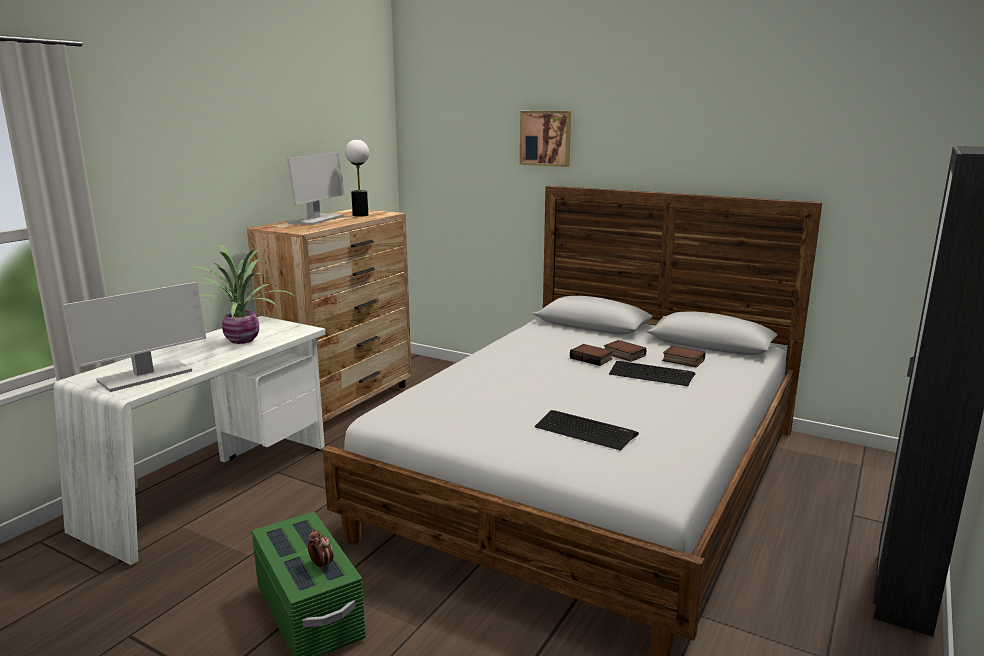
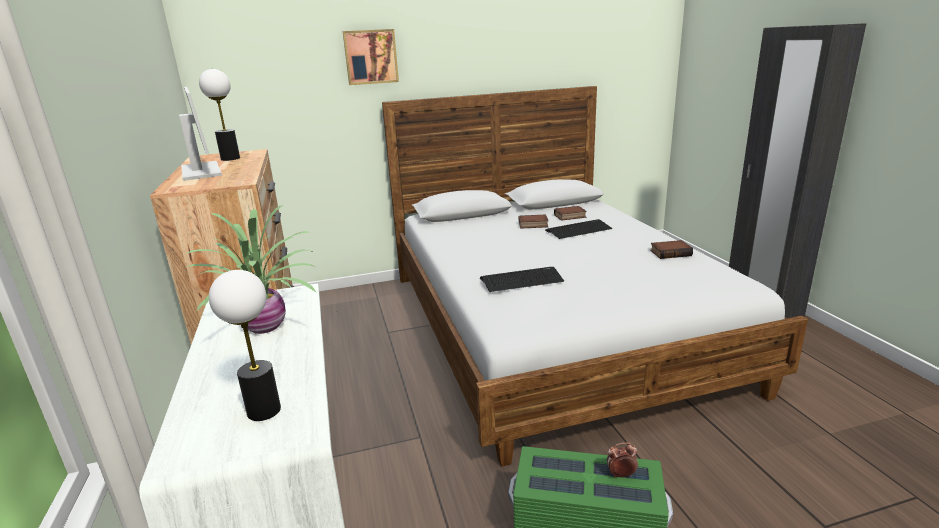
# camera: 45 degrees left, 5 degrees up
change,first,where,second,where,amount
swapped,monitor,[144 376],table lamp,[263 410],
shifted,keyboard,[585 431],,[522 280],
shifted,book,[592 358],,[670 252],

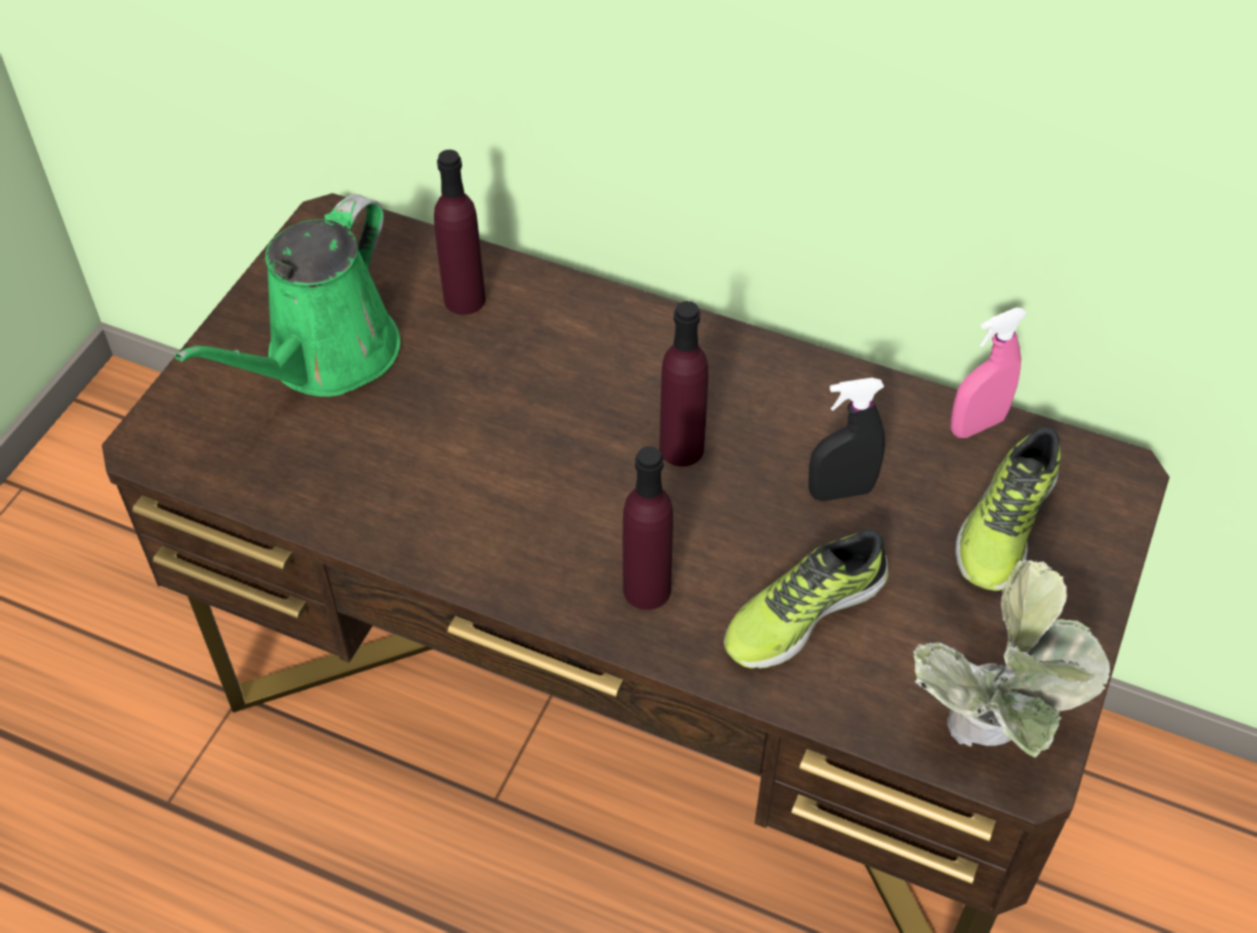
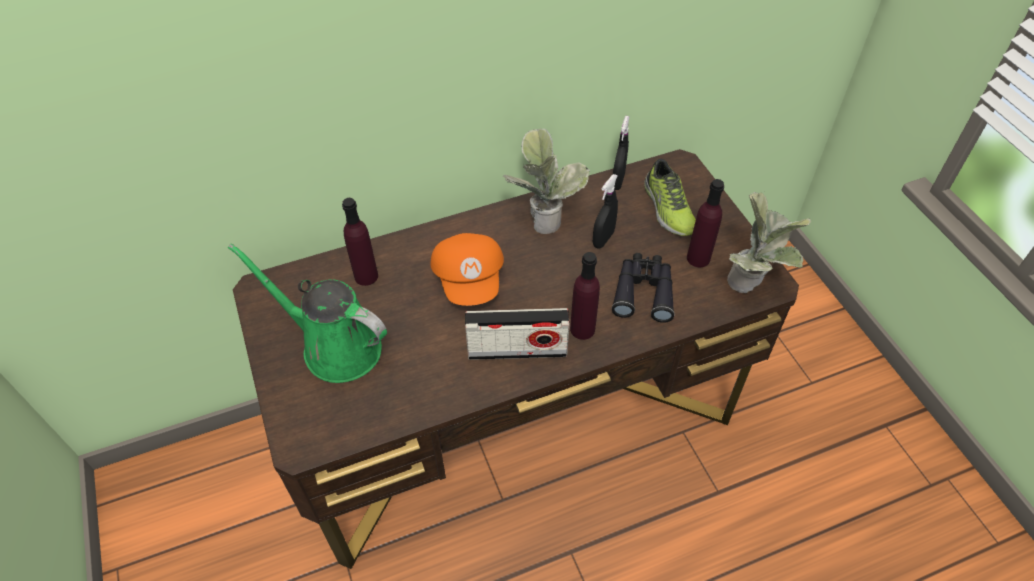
# camera: 45 degrees left, 0 degrees up
change,first,where,second,where,amount
rotated,watering can in green,[325 359],,[334 346],135 degrees clockwise
new,,,cap in orange,[470 280],
new,,,radio,[517 350],
new,,,potted plant,[543 217],
swapped,shoe,[802 611],binoculars in black,[643 291],
repainted,spray bottle in pink,[977 425],spray bottle in black,[618 181],
shifted,bottle in purple,[681 449],,[698 258],

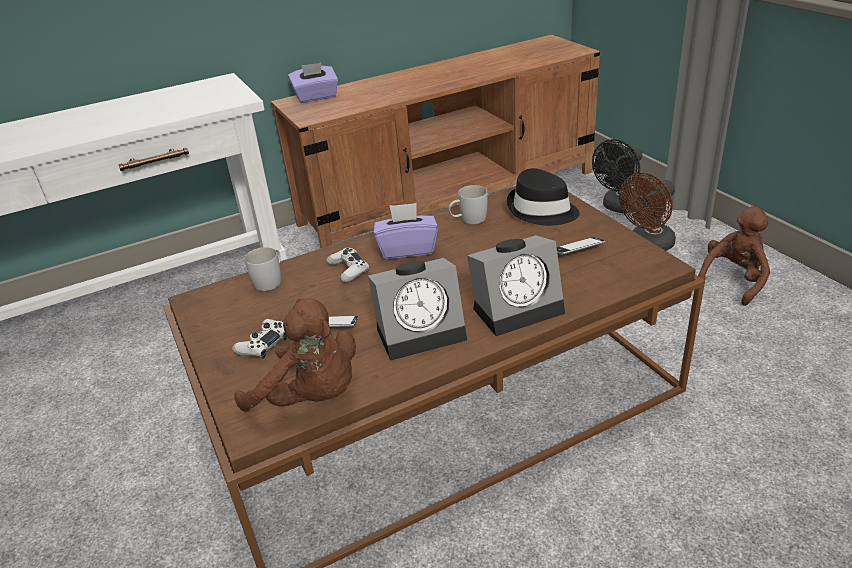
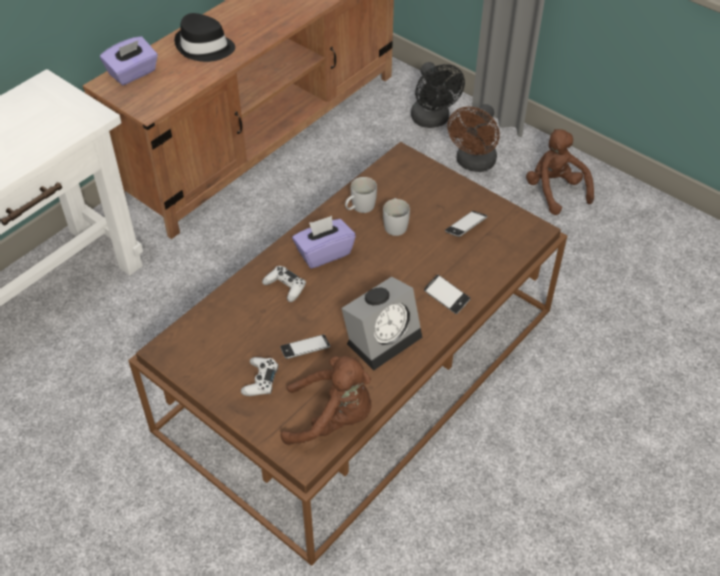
# camera: 25 degrees left, 15 degrees up
change,first,where,second,where,amount
shifted,hat in black,[541 211],,[204 47],
shifted,mug in white,[271 280],,[395 224],
rotated,fan in black,[619 207],,[432 121],45 degrees counterclockwise
swapped,alarm clock,[518 307],phone,[446 297],
rotated,plush toy in brown,[733 281],,[555 191],45 degrees counterclockwise

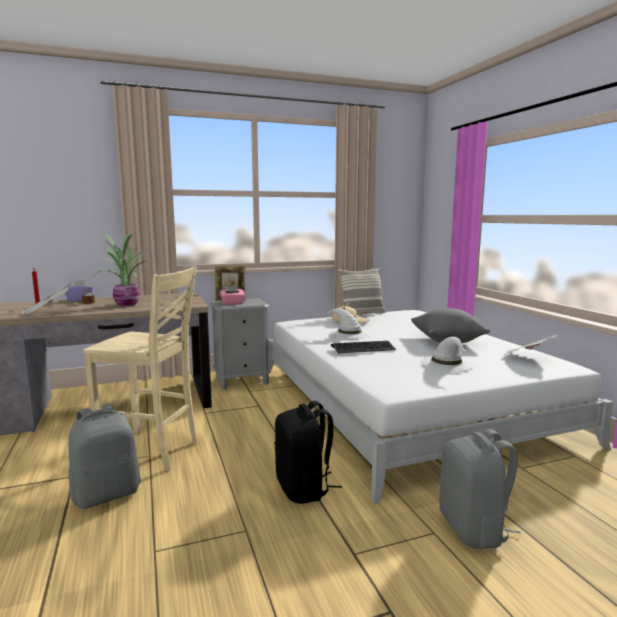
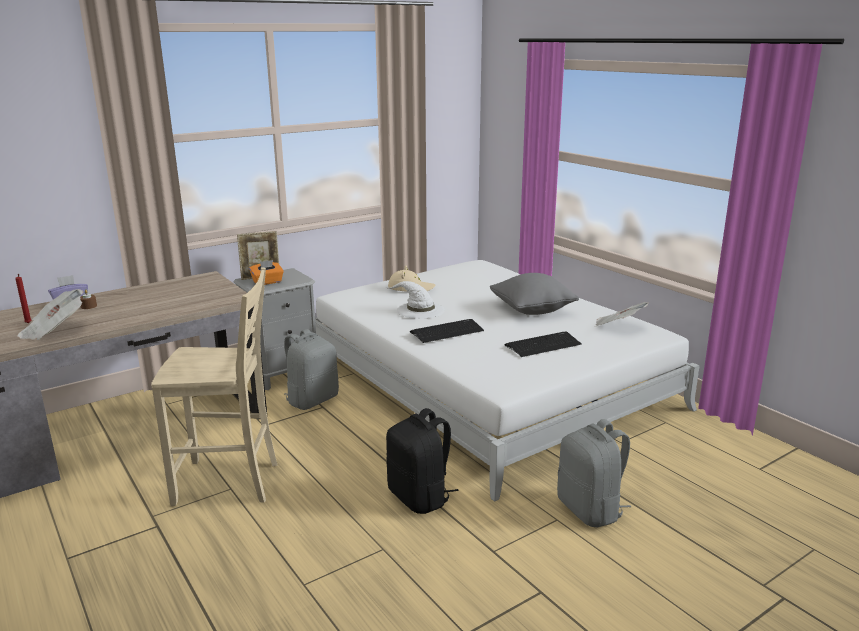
# camera: 15 degrees left, 10 degrees up
change,first,where,second,where,amount
repainted,tissue box in pink,[232 303],tissue box in orange,[267 282],
shifted,backpack in grey,[107 494],,[312 400],
swapped,hat in white,[447 364],keyboard,[543 345],
gone,potted plant,[128 304],,,
gone,pillow,[362 314],,,

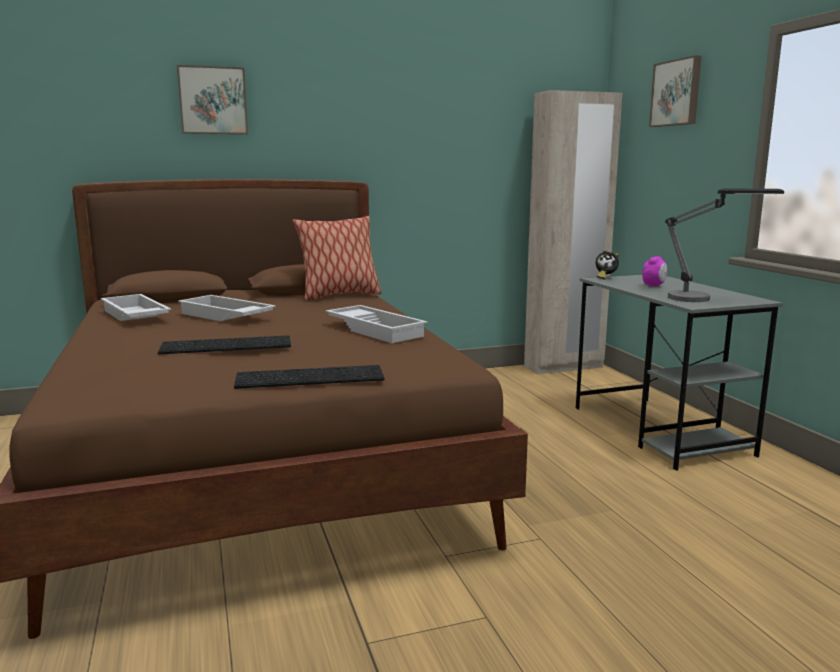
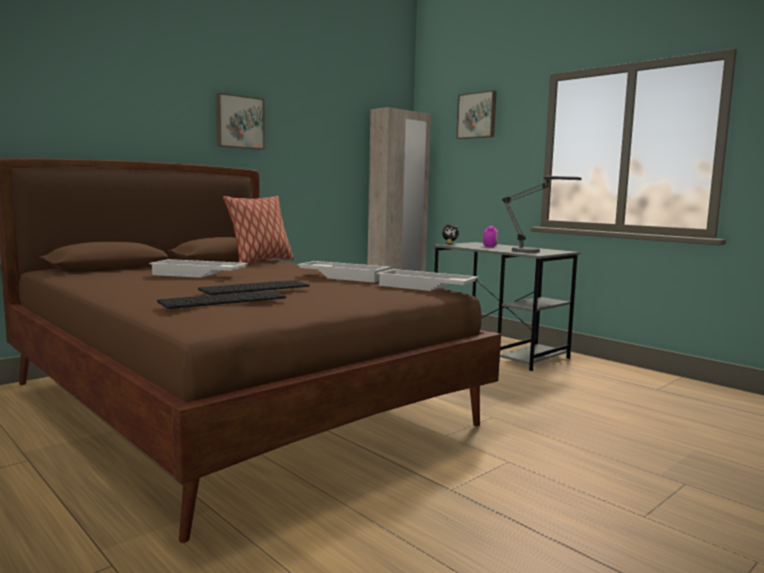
# camera: 25 degrees left, 5 degrees down
change,first,where,second,where,amount
shifted,keyboard,[311 377],,[224 299],
shifted,picture,[212 101],,[239 122],
shifted,tray in white,[134 316],,[425 287],

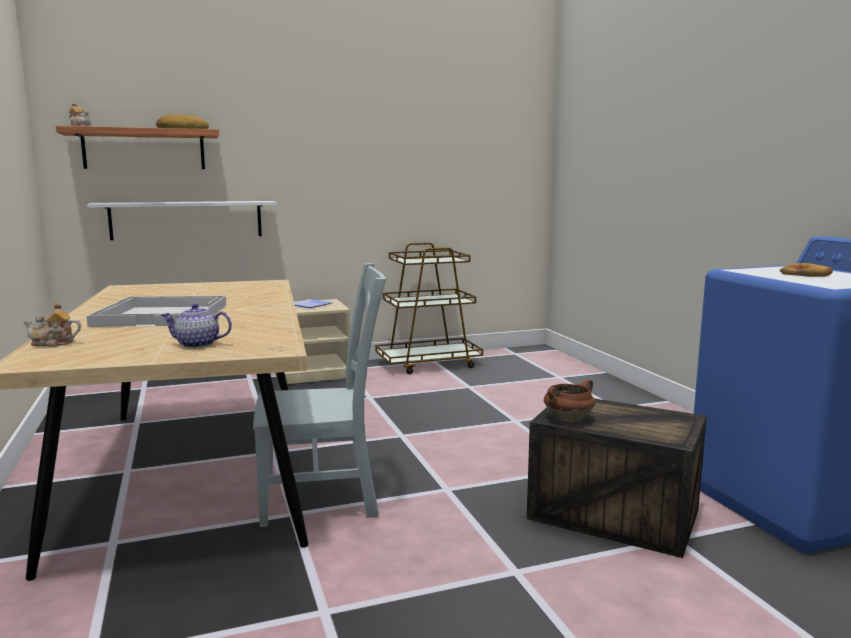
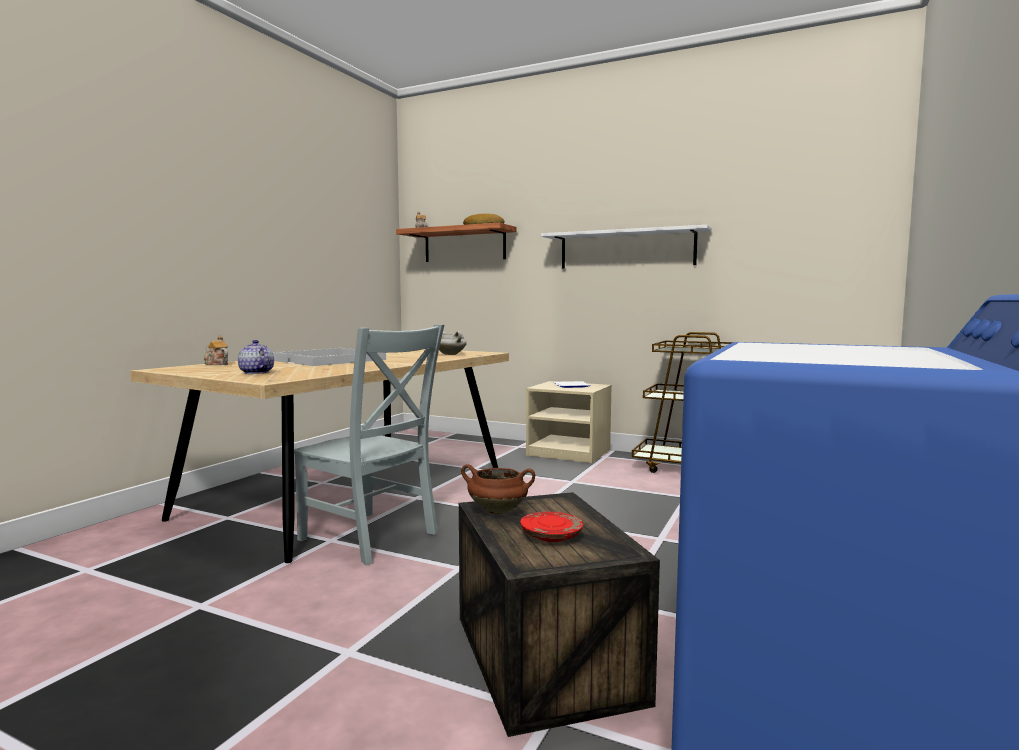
# camera: 45 degrees right, 5 degrees down
change,first,where,second,where,amount
new,,,cooking pot in white,[451 354],
new,,,plate in red,[551 536],
shifted,shelf in white,[187 220],,[626 249],
gone,bread,[806 275],,,

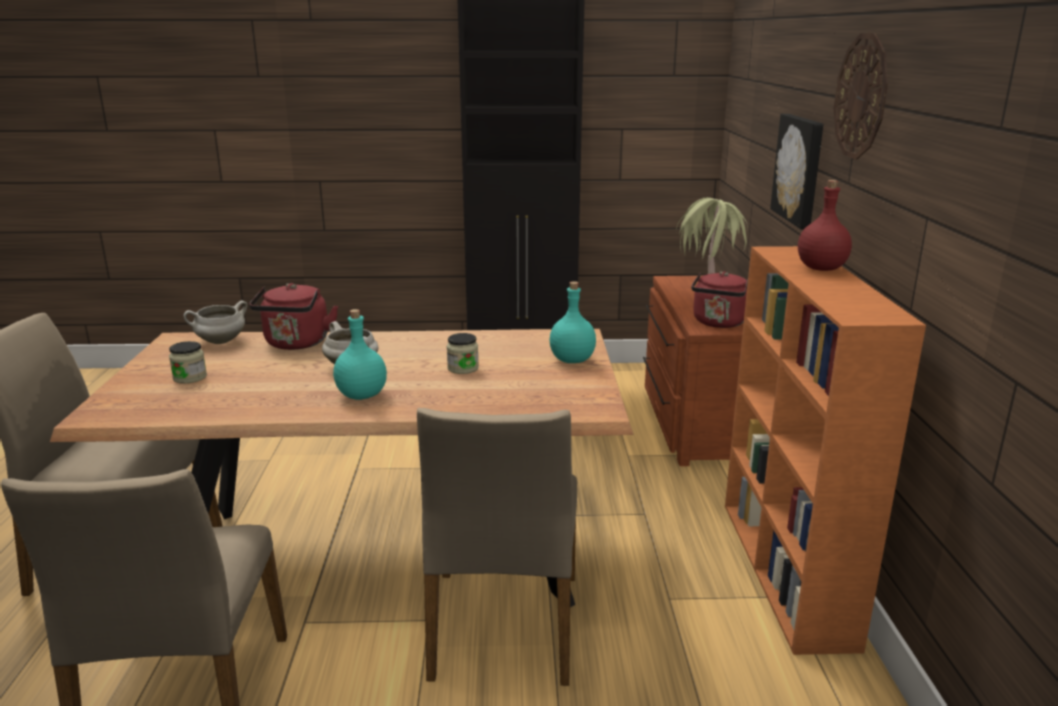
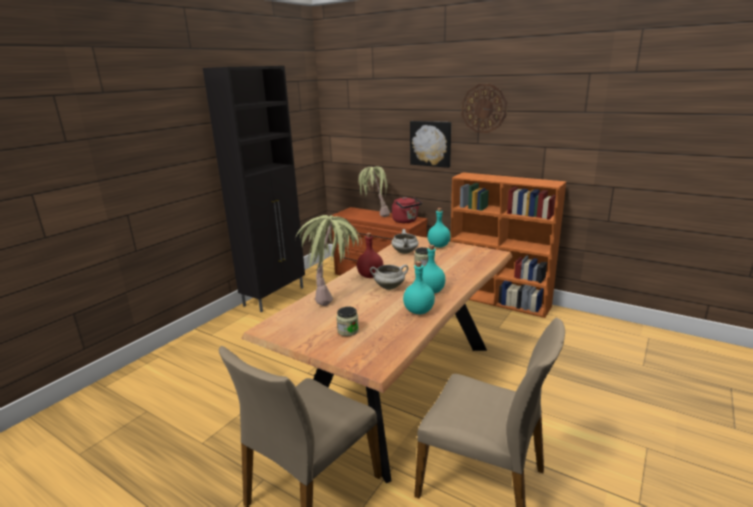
# camera: 55 degrees left, 0 degrees up
change,first,where,second,where,amount
swapped,kettle in red,[296 344],potted plant,[333 295],
shifted,bottle in red,[820 268],,[370 276],
shifted,cooking pot in white,[220 342],,[405 252],
new,,,bottle in turquoise,[418 311],
gone,chair in beige,[503 626],,,

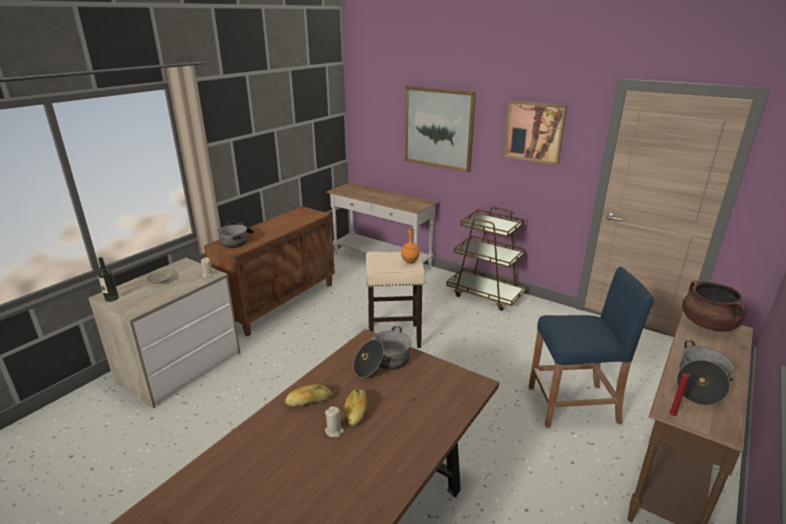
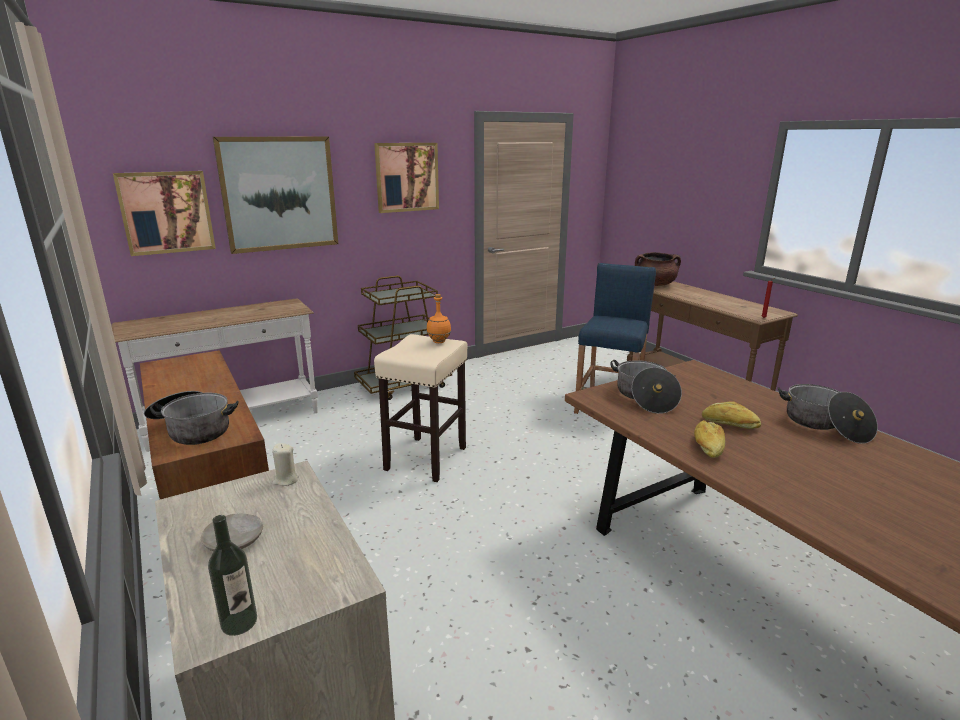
# camera: 65 degrees left, 5 degrees down
change,first,where,second,where,amount
new,,,picture,[166 212],
shifted,cooking pot,[699 384],,[824 425],
gone,candle in beige,[334 431],,,

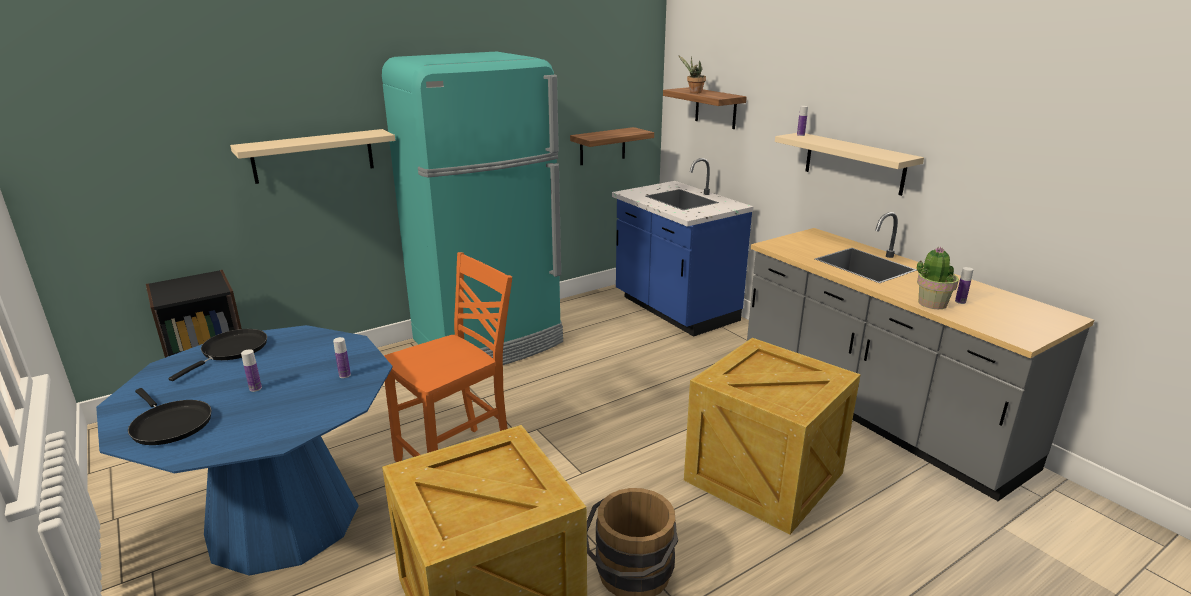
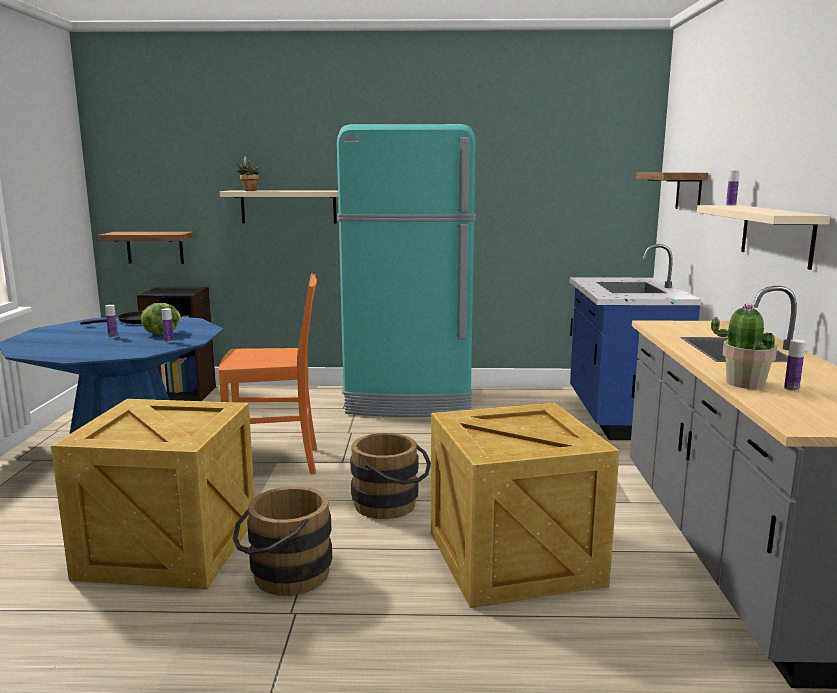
# camera: 35 degrees right, 10 degrees down
change,first,where,second,where,amount
shifted,shelf,[602 146],,[155 247],
new,,,lettuce,[161 333],
shifted,potted plant,[693 92],,[249 190],
new,,,bucket in brown,[391 506],
gone,frying pan in black,[169 424],,,

